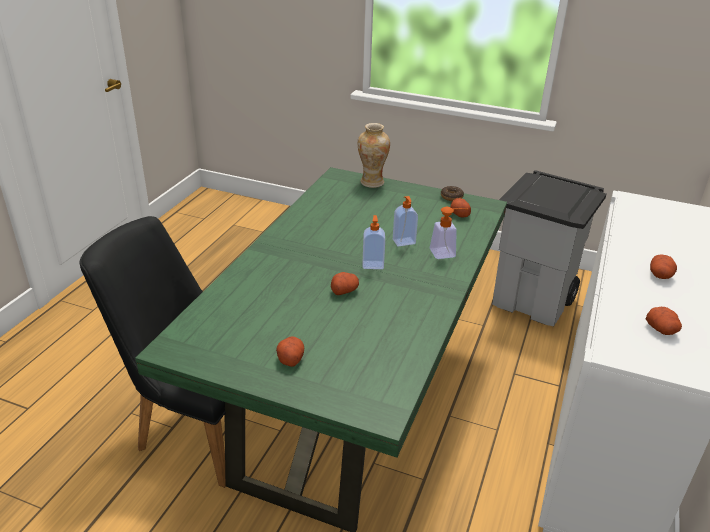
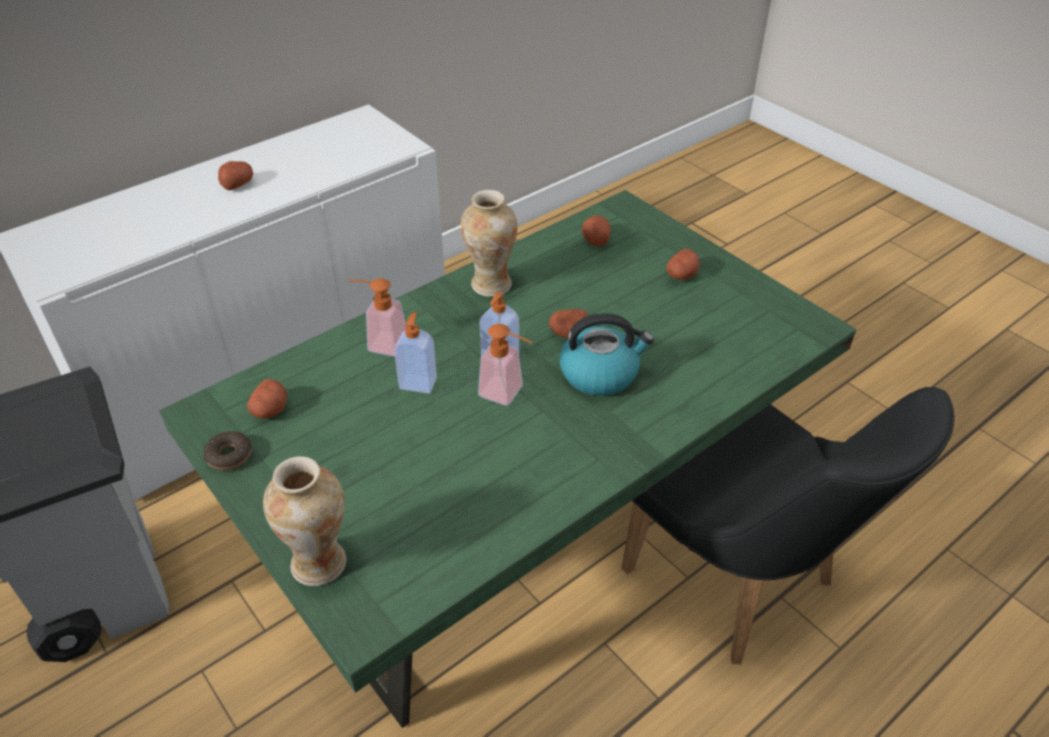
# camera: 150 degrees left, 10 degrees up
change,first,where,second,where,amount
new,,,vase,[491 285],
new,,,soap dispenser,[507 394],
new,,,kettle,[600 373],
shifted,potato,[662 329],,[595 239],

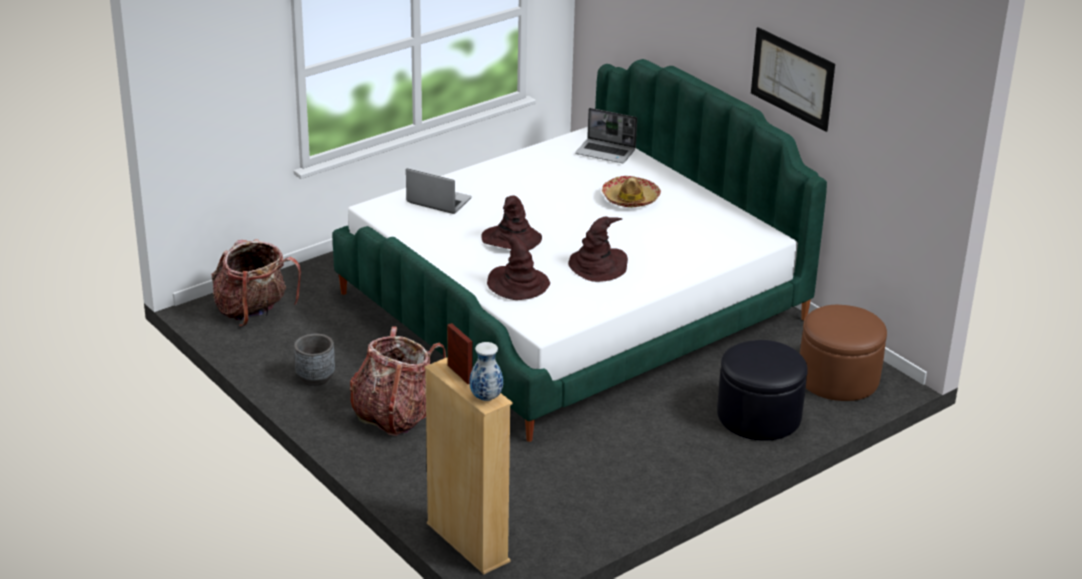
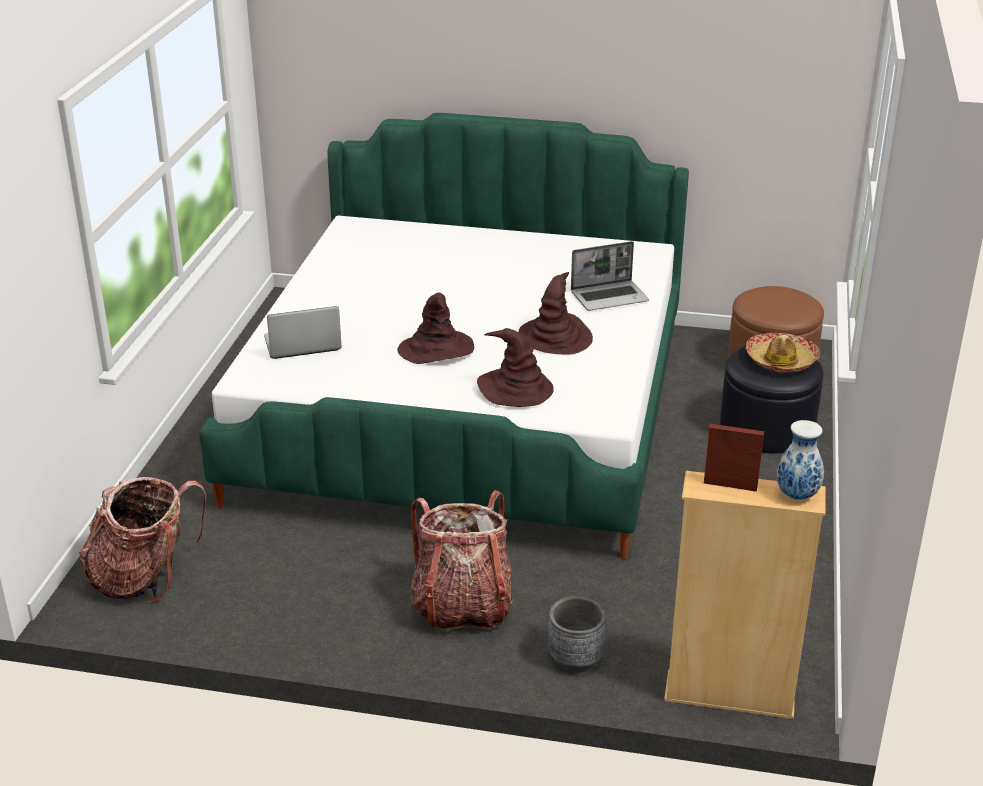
# camera: 40 degrees left, 0 degrees up
change,first,where,second,where,amount
shifted,planter in grey,[315 378],,[575 659],
shifted,laptop,[606 152],,[610 297],
shifted,hat,[630 199],,[781 360],
gone,picture,[792 78],,,

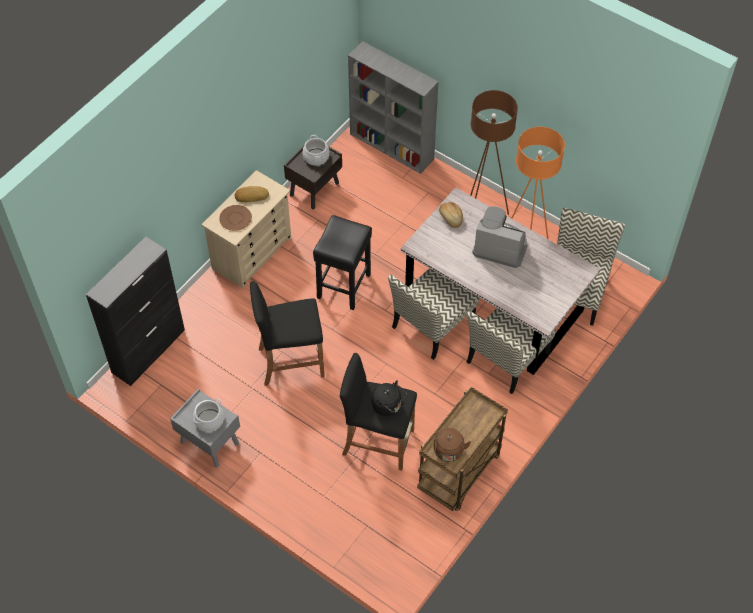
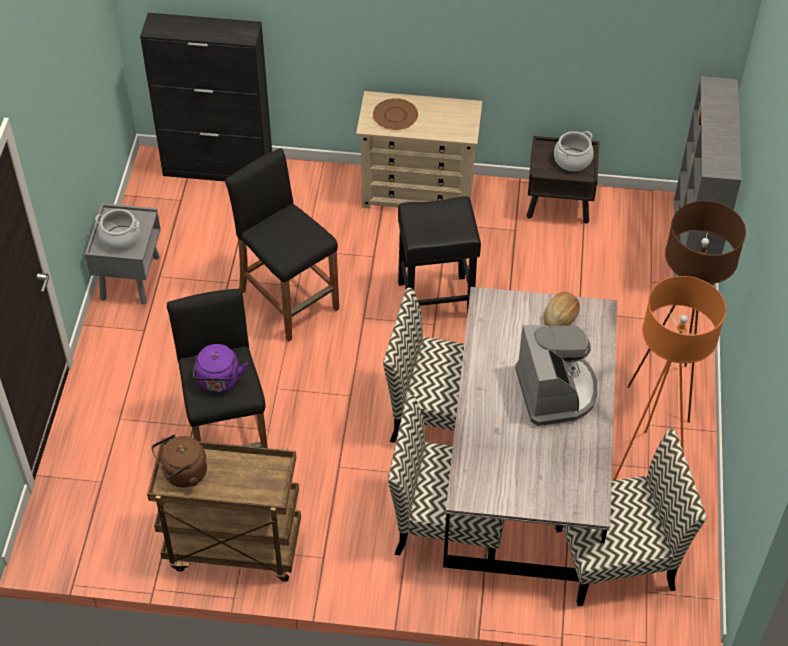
# camera: 60 degrees right, 5 degrees down
change,first,where,second,where,amount
repainted,kettle in black,[388 406],kettle in purple,[219 382],
gone,bread,[251 195],,,

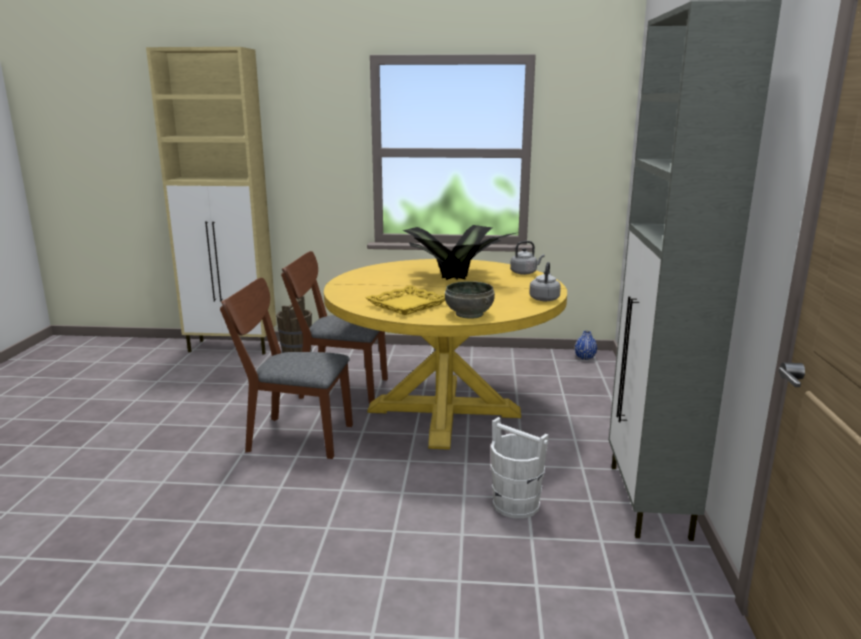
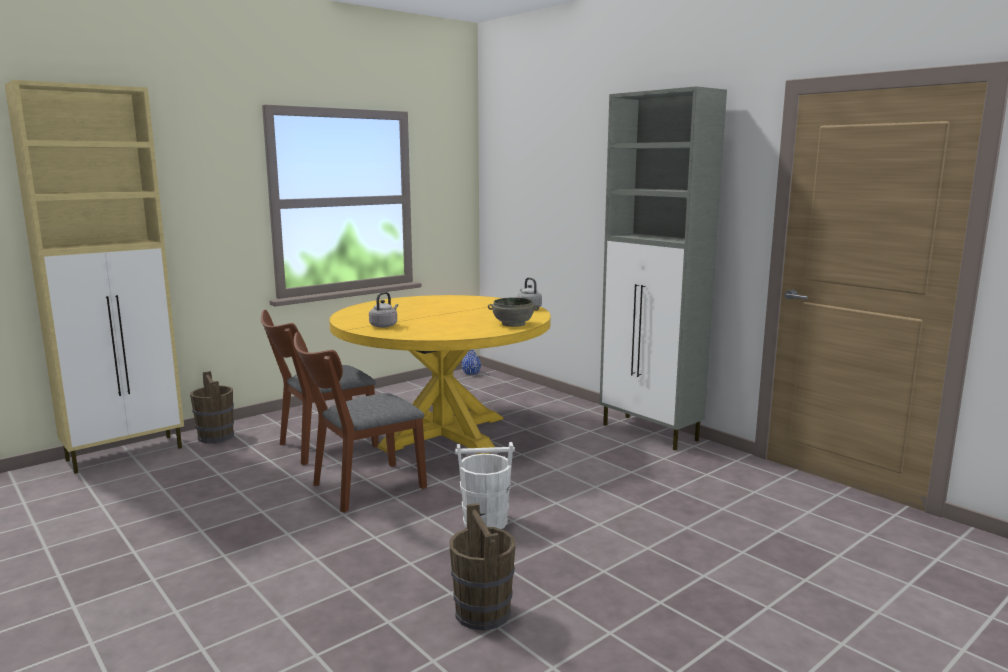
# camera: 45 degrees left, 5 degrees down
change,first,where,second,where,amount
shifted,kettle in grey,[525 272],,[384 325],
new,,,bucket in brown,[482 613],
shifted,bucket in white,[515 504],,[484 521],
gone,tray in yellow,[407 305],,,
gone,potted plant,[456 279],,,

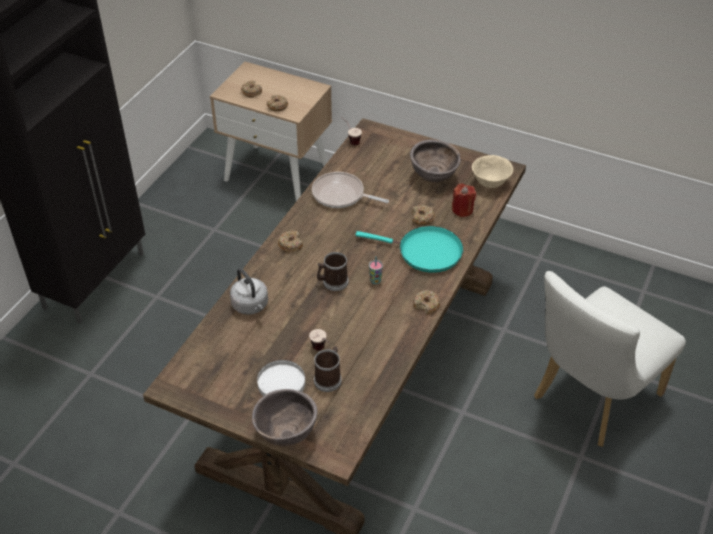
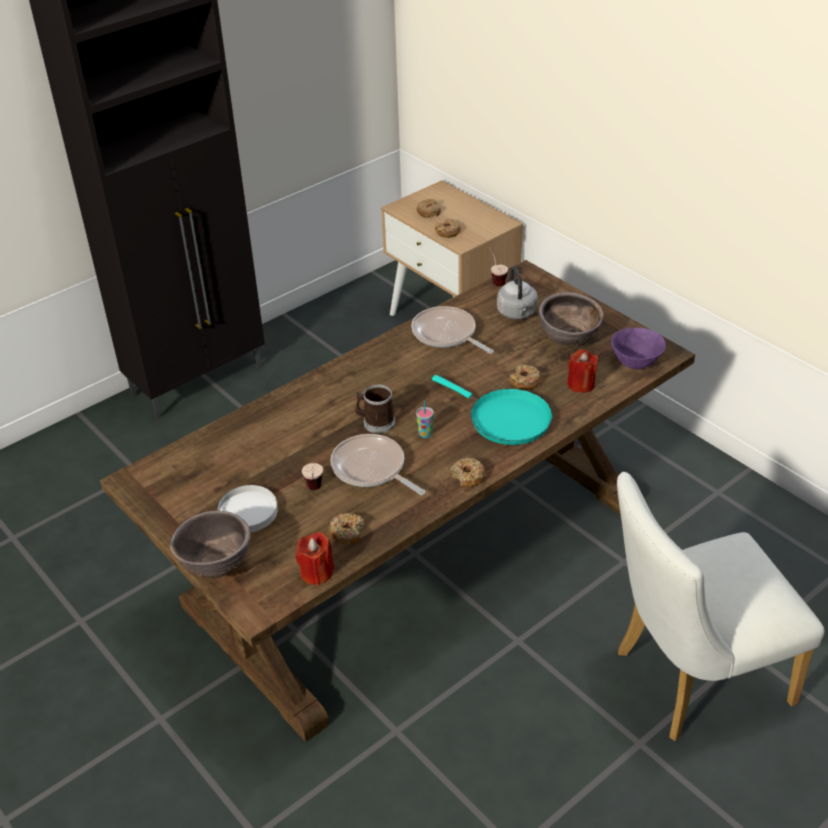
# camera: 25 degrees right, 5 degrees down
change,first,where,second,where,amount
new,,,candle in red,[316 572],
shifted,donut,[290 244],,[347 533],
new,,,frying pan,[371 469],
shifted,kettle in grey,[251 306],,[517 313],
repainted,bowl in beige,[490 183],bowl in purple,[636 364],
gone,mug,[329 378],,,

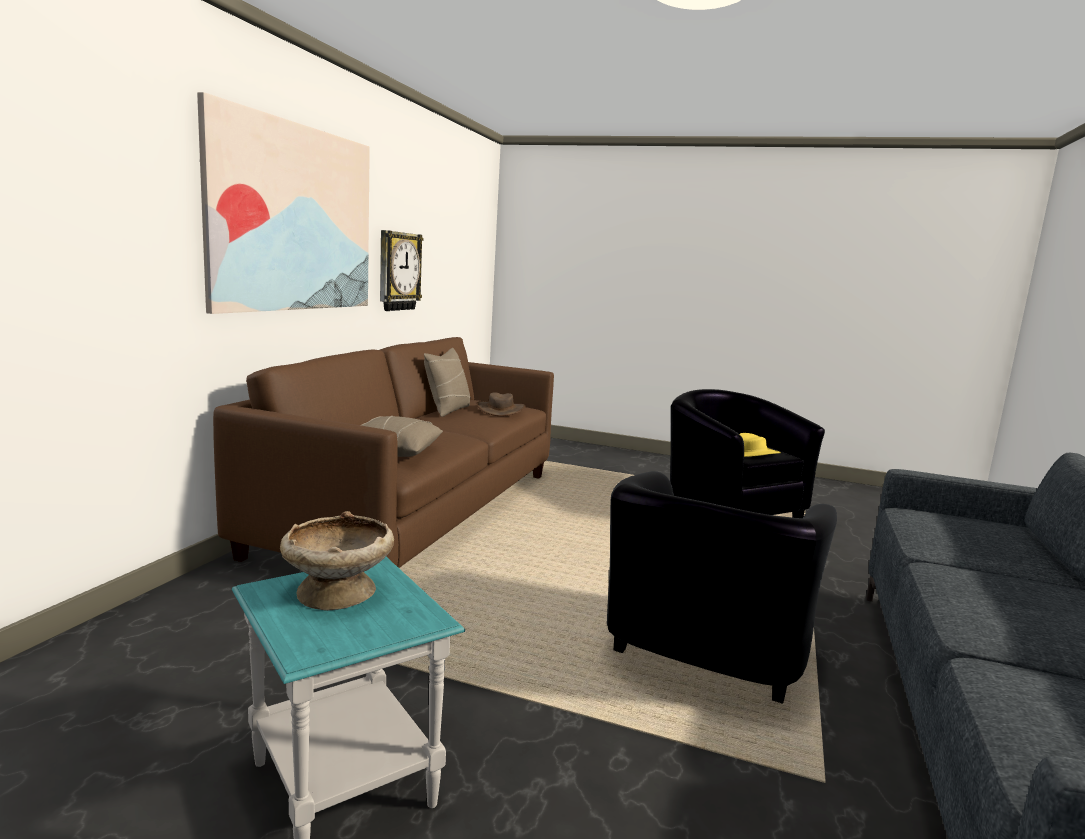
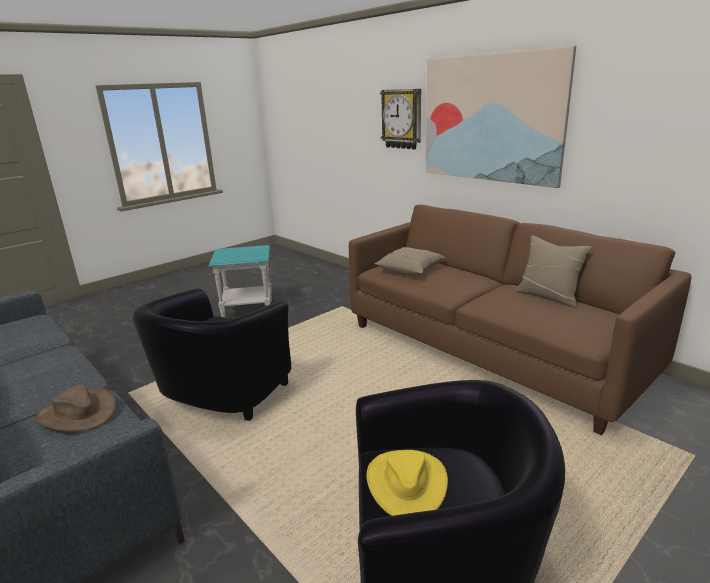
# camera: 120 degrees right, 10 degrees up
change,first,where,second,where,amount
shifted,hat in brown,[501 410],,[77 413],
rotated,armchair in black,[701 659],,[221 398],120 degrees counterclockwise
shifted,wall clock,[398 271],,[402 119],
gone,bowl in beige,[338 593],,,

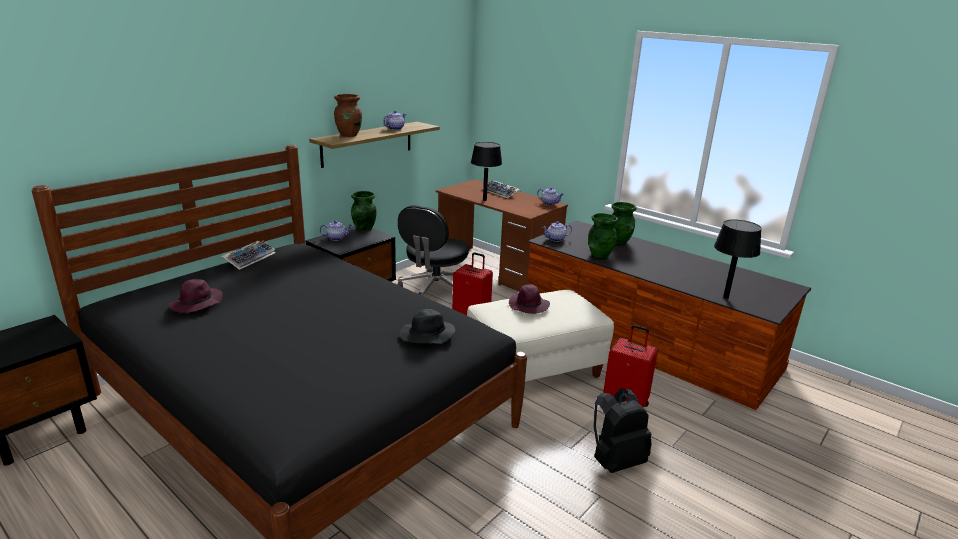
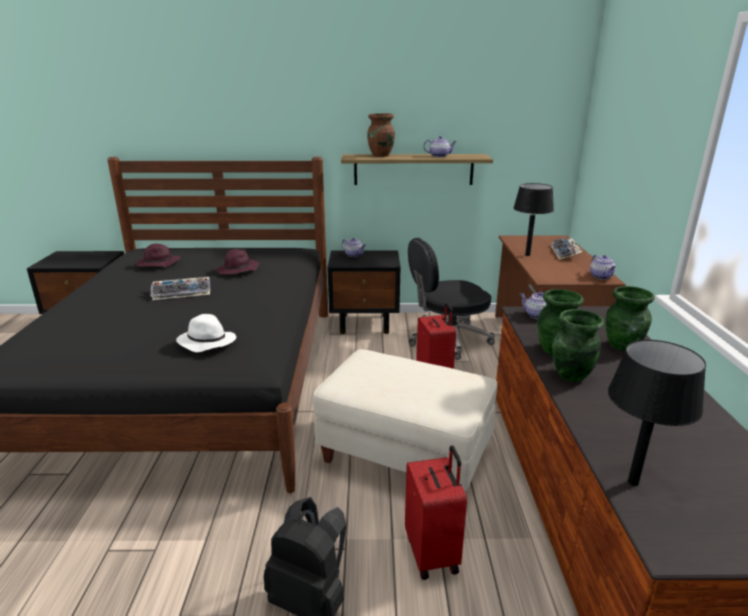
# camera: 50 degrees right, 0 degrees up
change,first,where,second,where,amount
shifted,keyboard,[250 258],,[183 292],
repainted,hat in black,[426 335],hat in white,[206 342],
shifted,hat in purple,[529 306],,[237 270],
shifted,vase in green,[364 228],,[571 375],

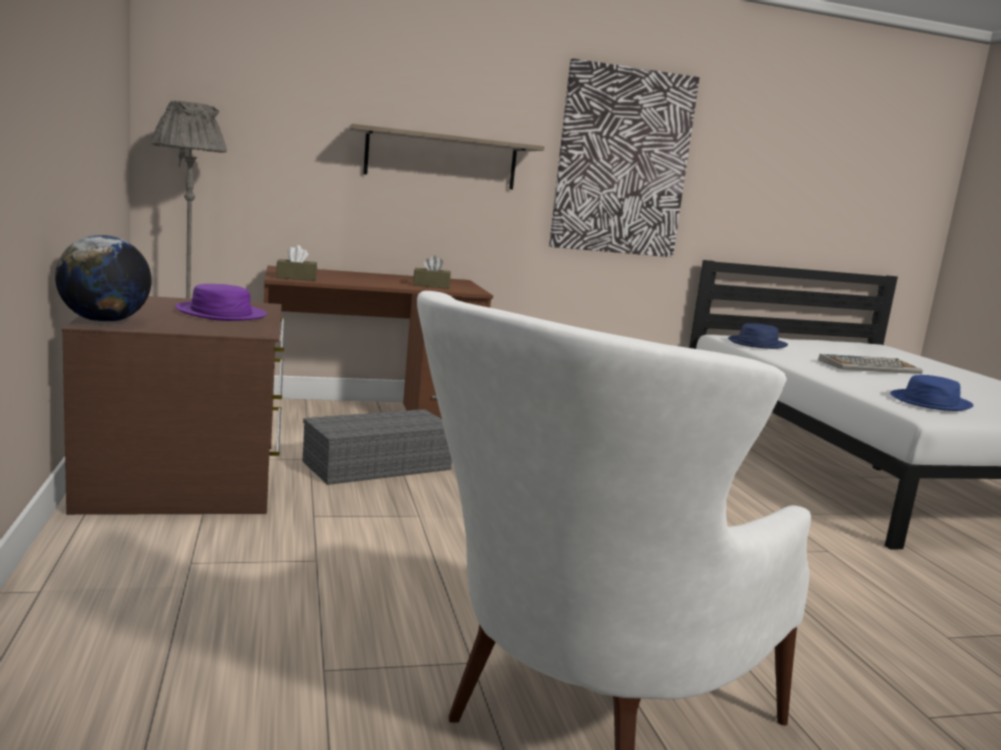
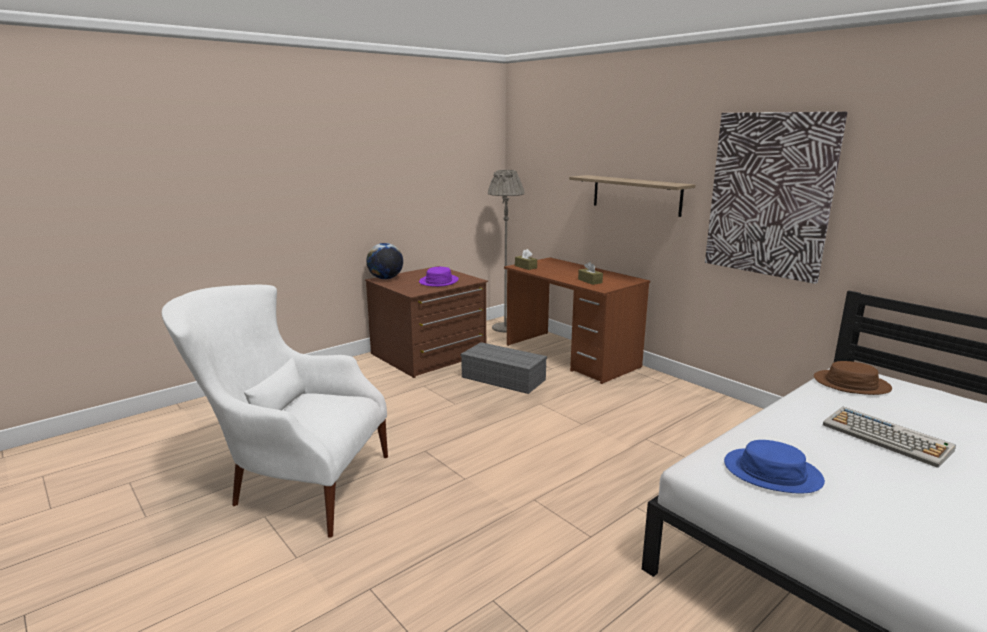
# camera: 65 degrees right, 5 degrees up
change,first,where,second,where,amount
repainted,hat in blue,[757 344],hat in brown,[851 384],

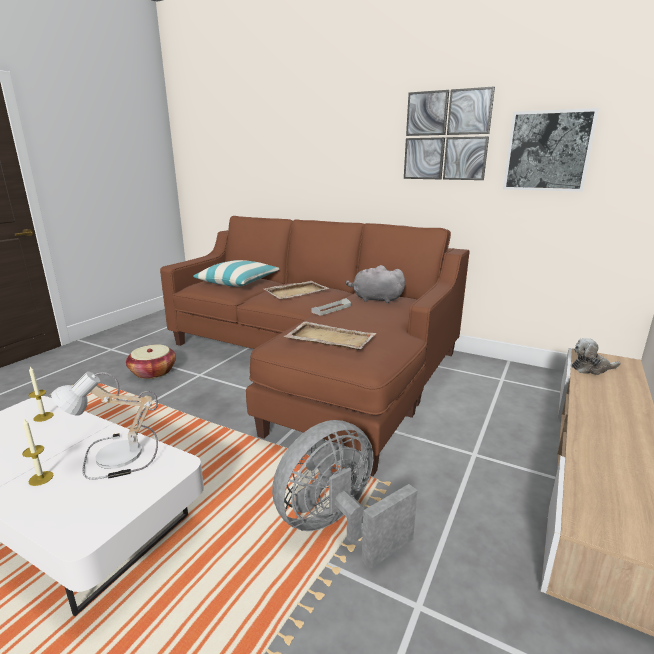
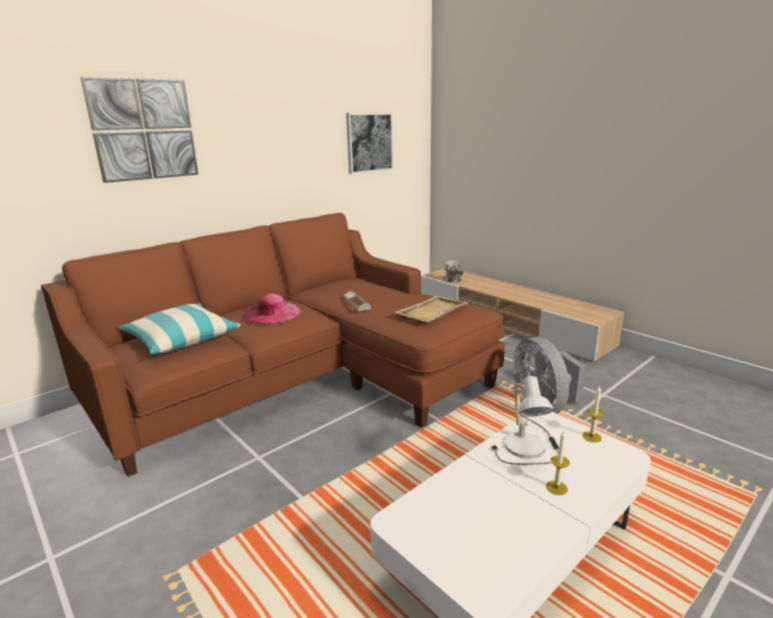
# camera: 70 degrees left, 0 degrees up
change,first,where,second,where,amount
shifted,picture,[446 136],,[143 130],
swapped,tray in beige,[297 292],hat in pink,[272 313],
shifted,candle,[43 417],,[592 437],
gone,basket,[153 372],,,
gone,plush toy in grey,[375 299],,,

